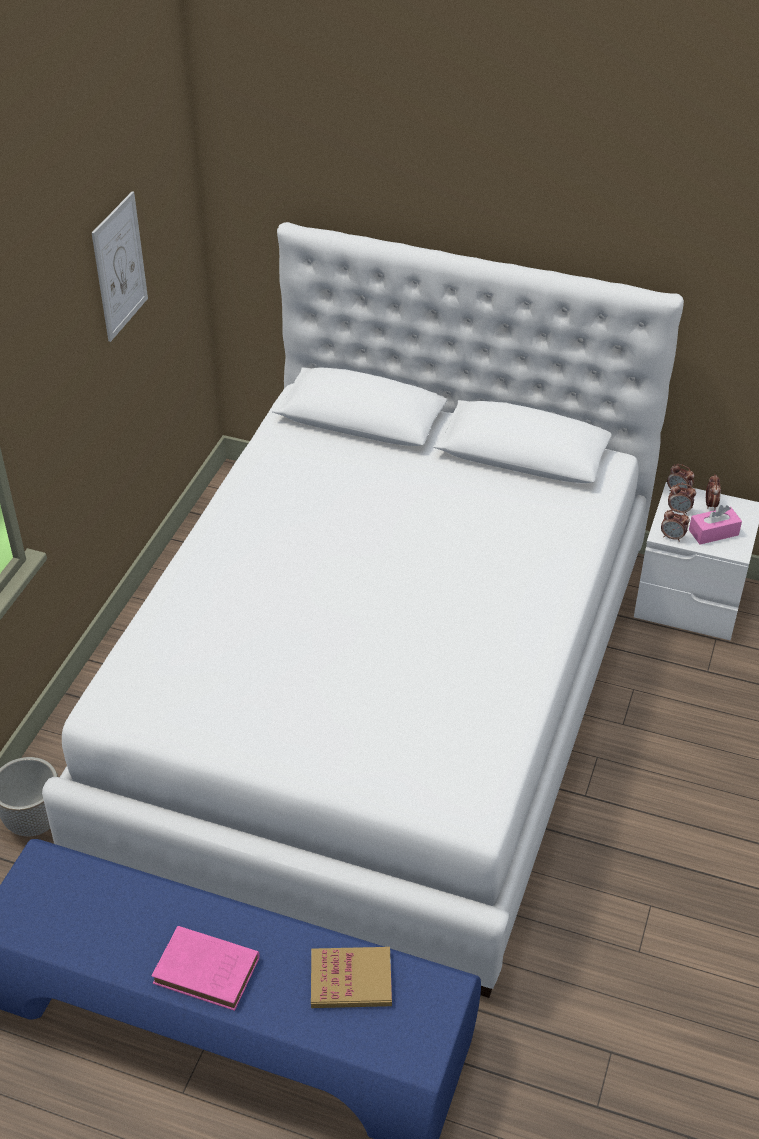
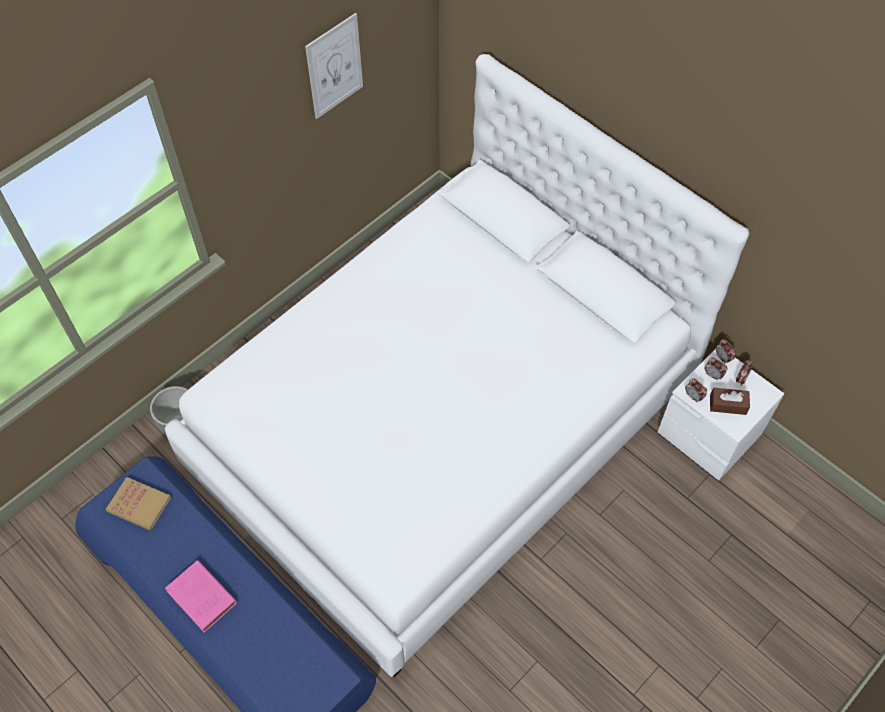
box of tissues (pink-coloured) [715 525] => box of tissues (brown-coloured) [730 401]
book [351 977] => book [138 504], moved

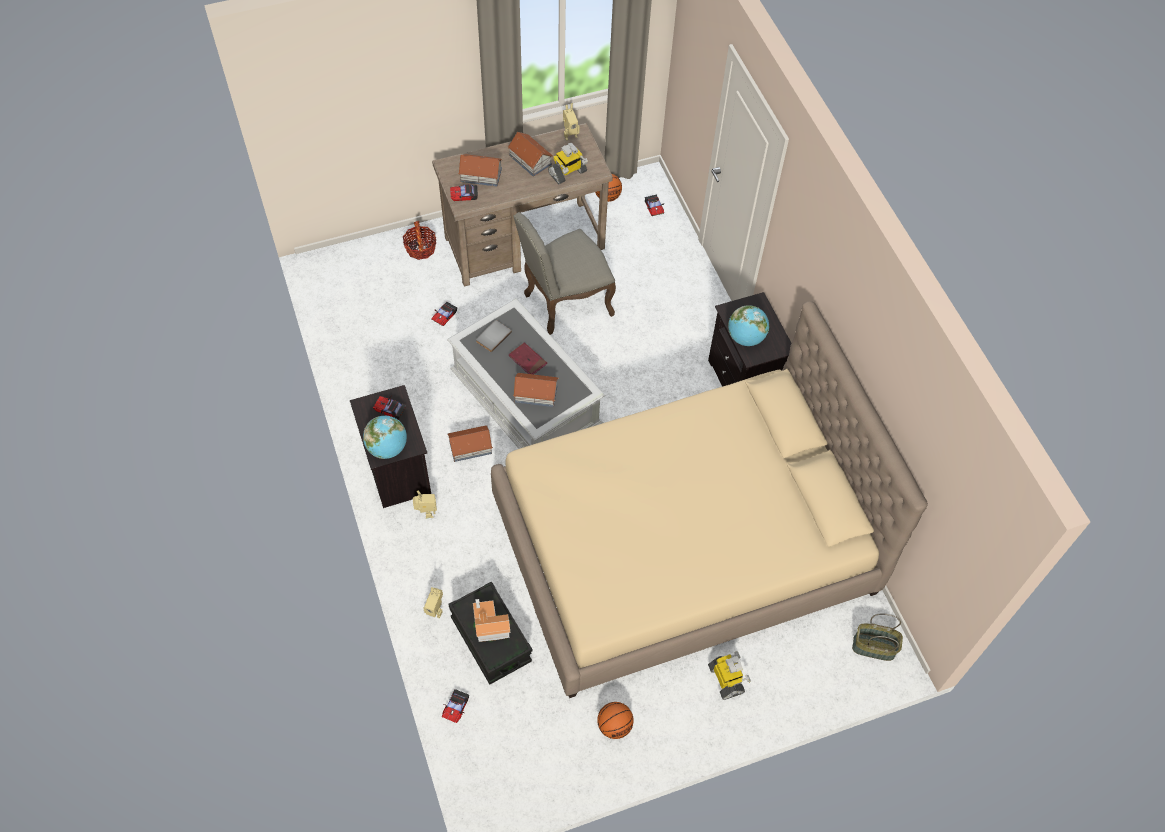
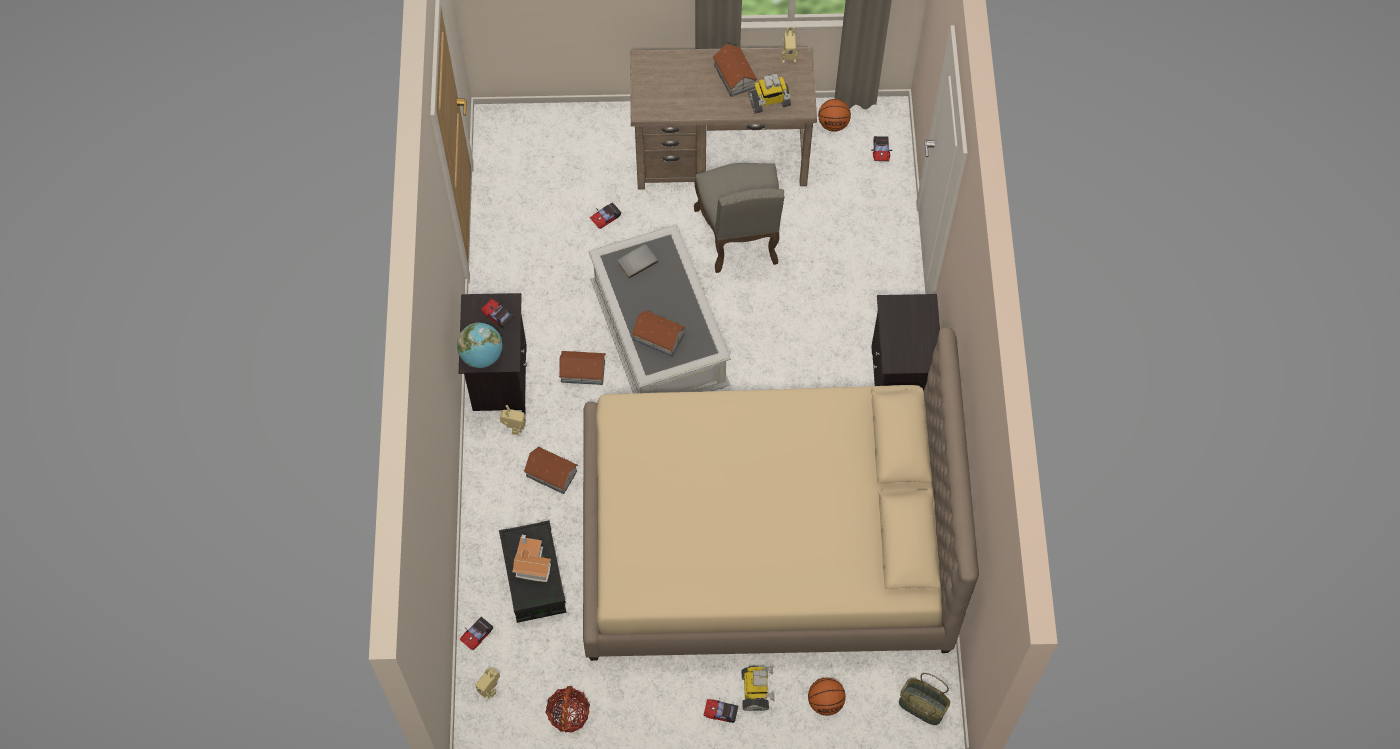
model house [480 170] => model house [550 470], moved
miniature car [464 192] => miniature car [721 711], moved
upright chair (greyish) [565 273] => upright chair (greyish) [739 218], 90 degrees counterclockwise
household basket [419 240] => household basket [567 709], moved
globe [748 325] => nothing
book (red-coloured) [528 358] => nothing
robot figure [433 602] => robot figure [487 683], moved
ball for basketball [615 720] => ball for basketball [827 697], moved

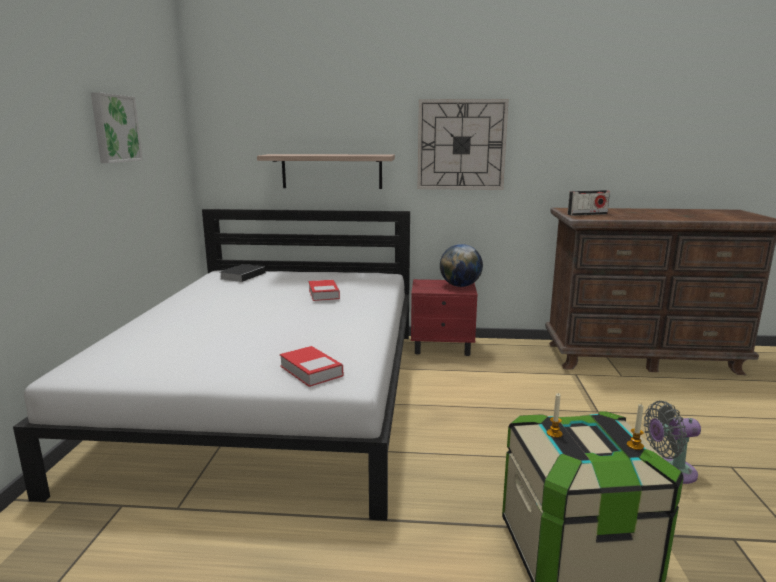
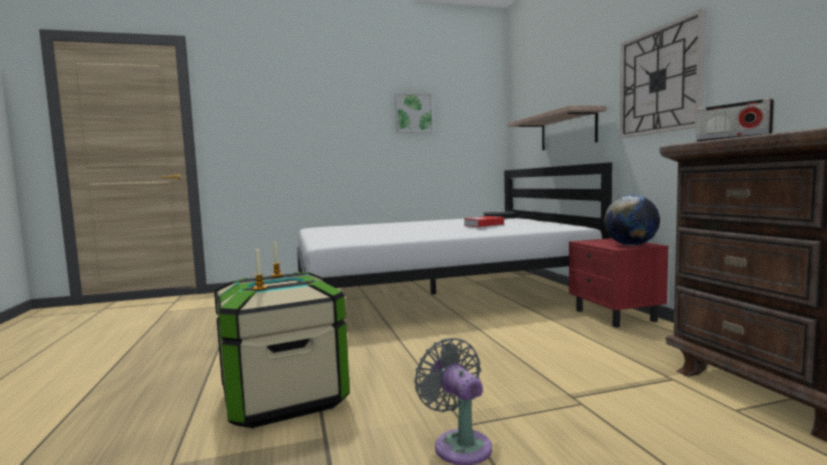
book [311 366] => nothing

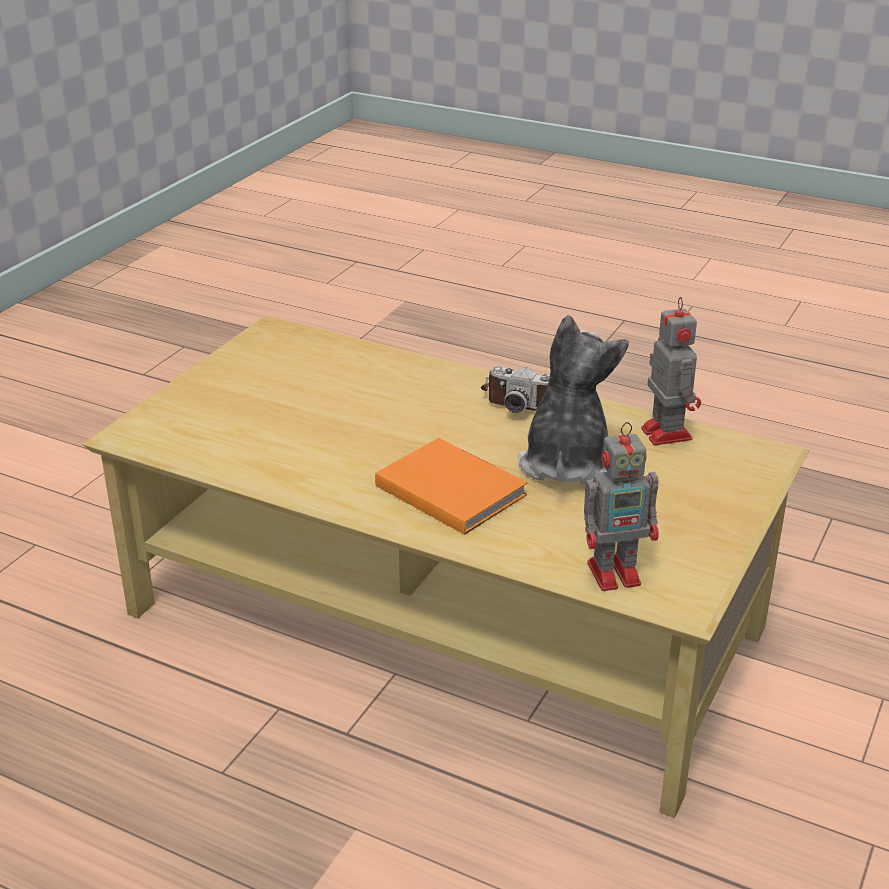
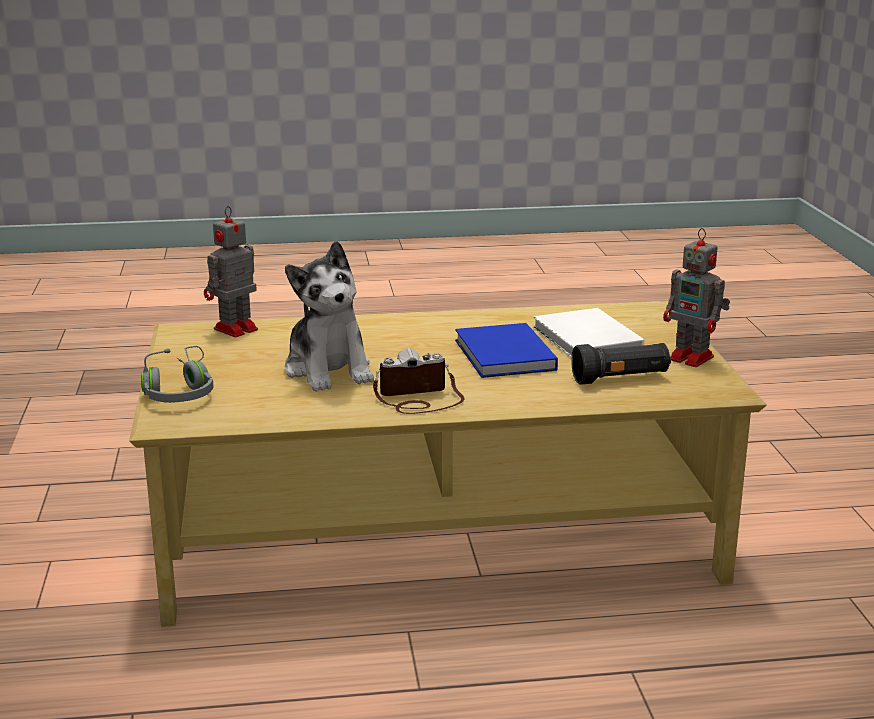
robot figure [671 371] => robot figure [696 297], moved
book (orange) [451 486] => nothing
nothing => book (white) [588 333]
nothing => book (bluish) [506 350]
nothing => hand torch (black) [621 364]
nothing => pair of headphones (greyish) [177 374]

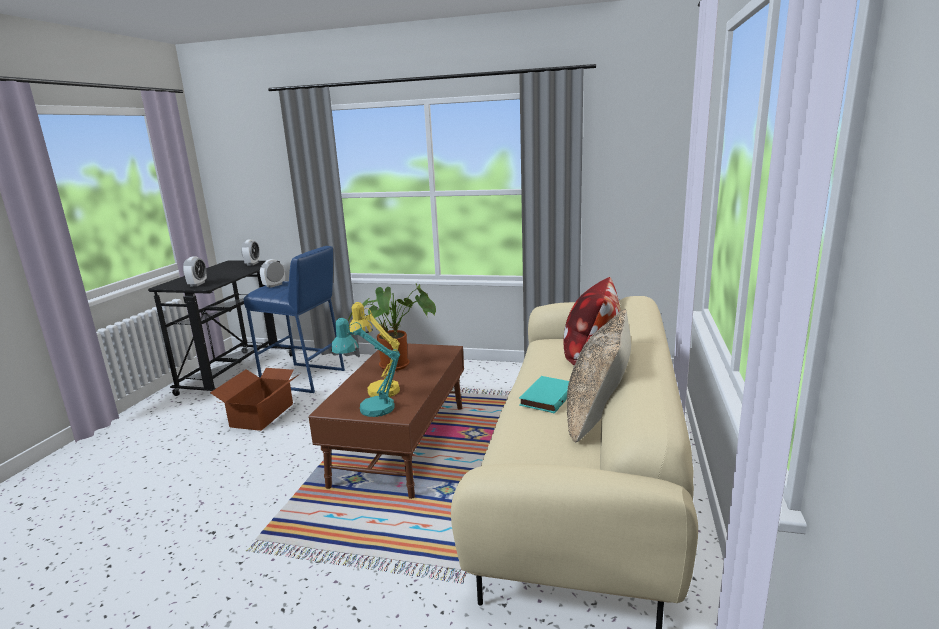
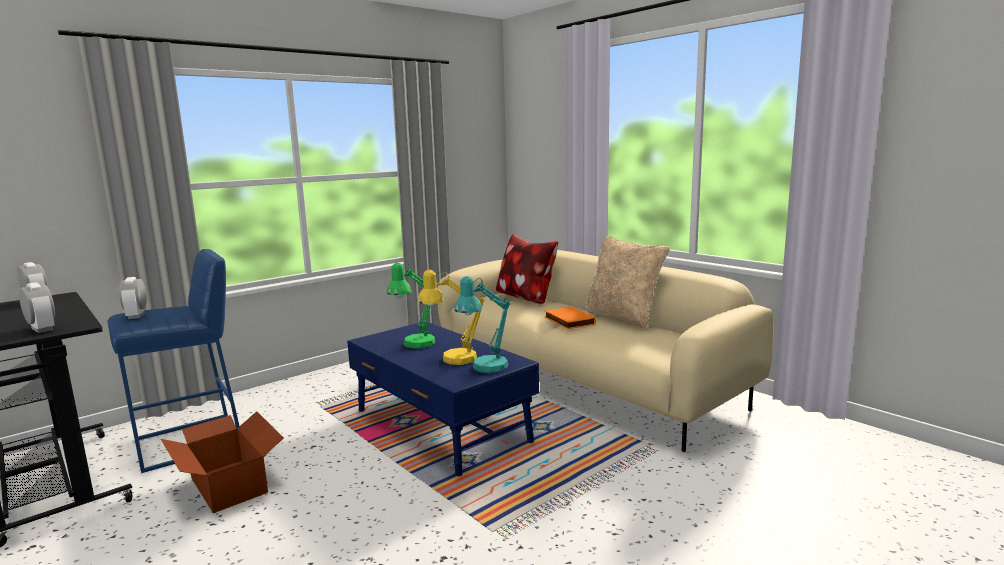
houseplant [392 327] => table lamp (greenish) [411 306]
lounge table (brown-coloured) [386 421] => lounge table (bluish) [443 399]
book (turquoise-coloured) [544 394] => book (orange) [570 317]

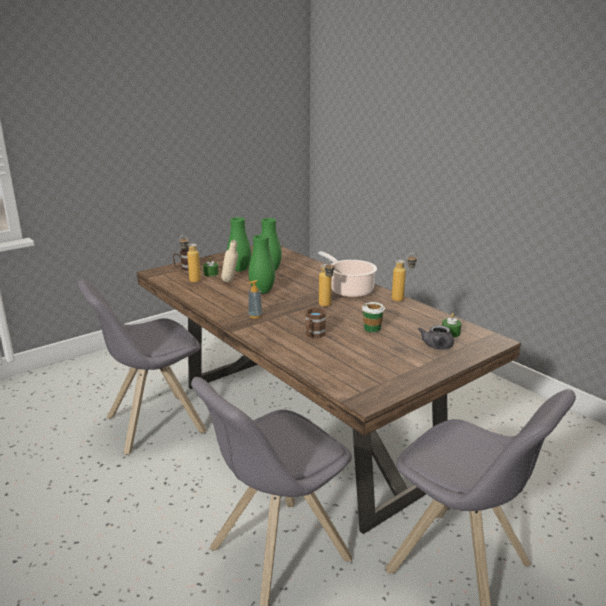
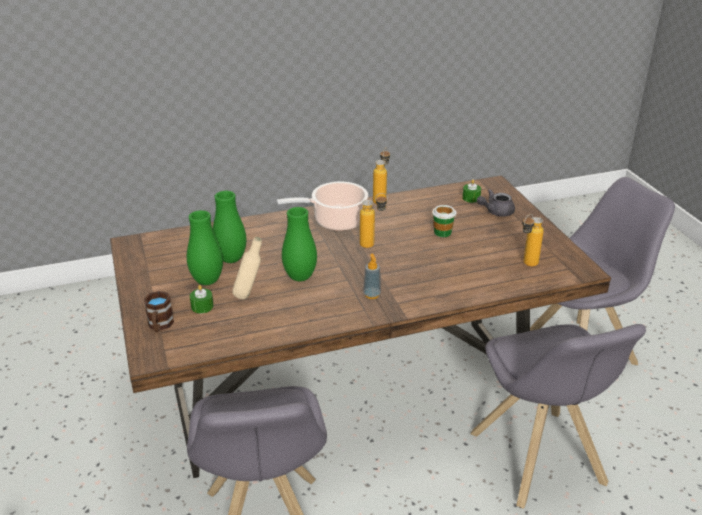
beverage bottle [190 259] => beverage bottle [533 240], moved
tea mug (brown-coloured) [315 323] => nothing
pot for tea (greyish) [436 337] => pot for tea (greyish) [496 203], 120 degrees clockwise

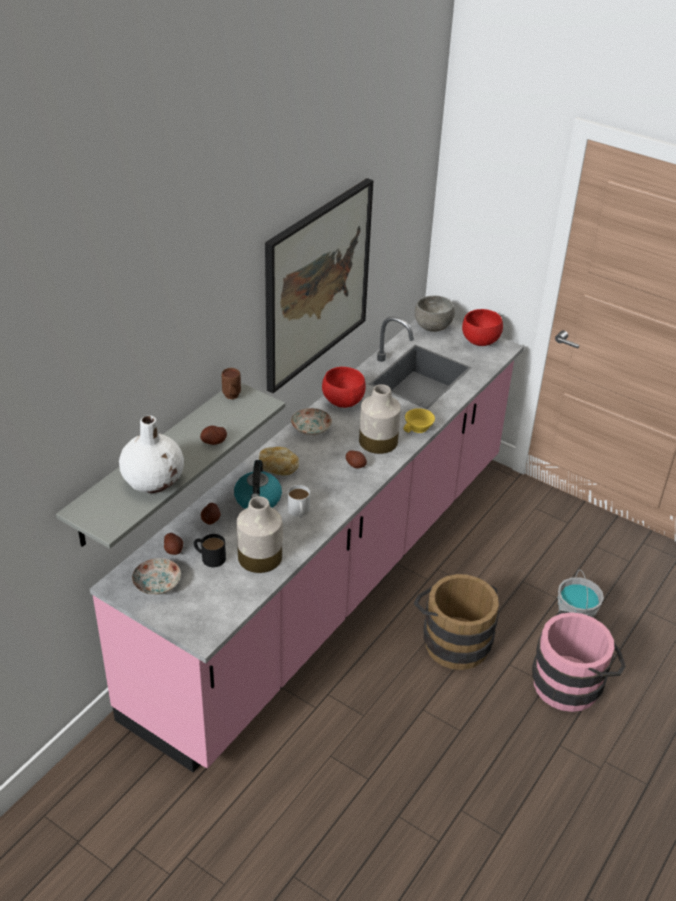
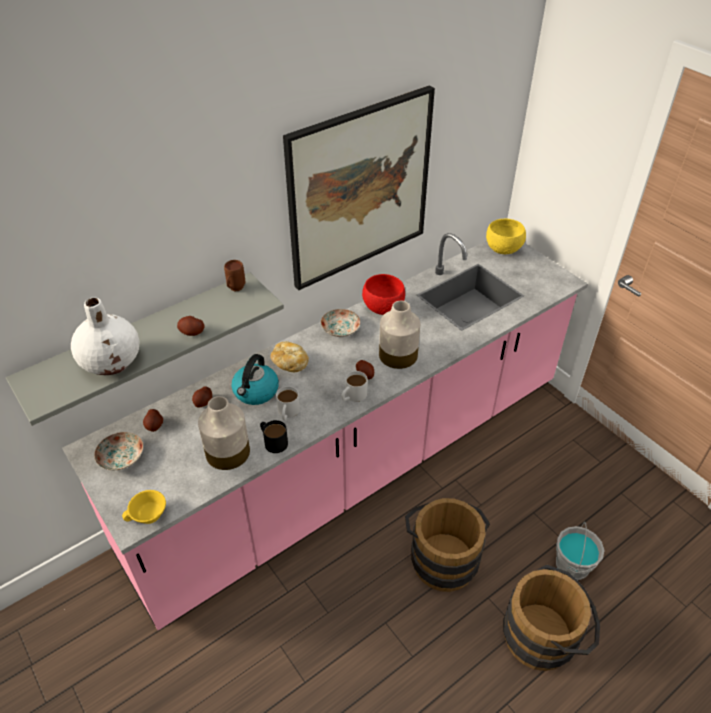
deep dish (greyish) [435 313] => deep dish (yellow-coloured) [506 236]
deep dish (red-coloured) [482 327] => nothing
cup (yellow-coloured) [419 420] => cup (yellow-coloured) [144 507], moved
tea mug (black) [210 550] => tea mug (black) [274 436], moved
bucket (pink-coloured) [579 661] => bucket (brown-coloured) [551 617]
nothing => tea mug (white) [354 386]

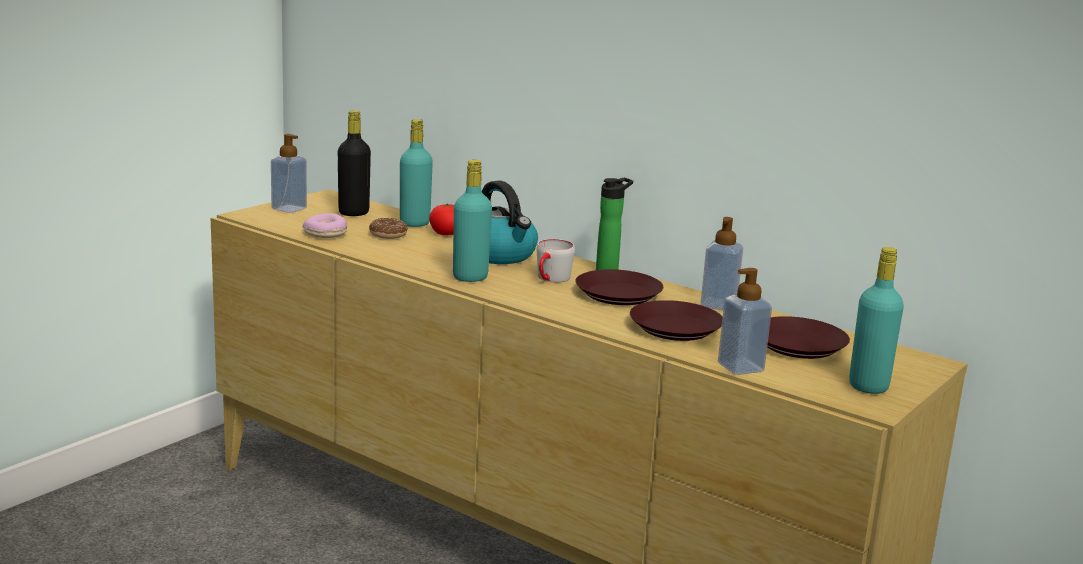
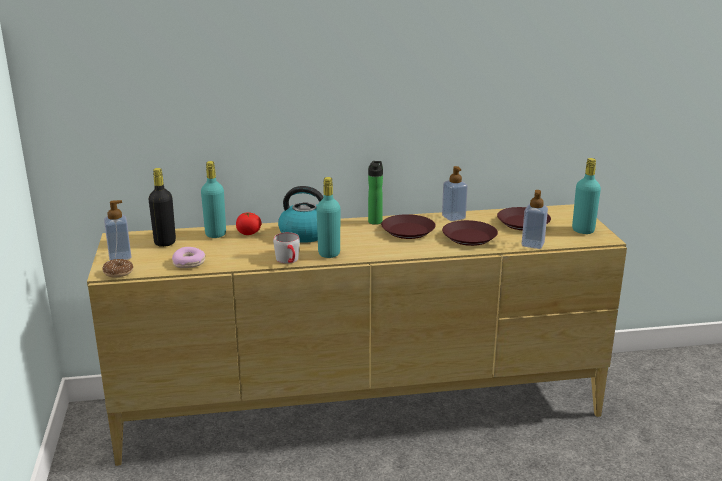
donut [388 228] => donut [117 268], moved
tea mug (greyish) [556 260] => tea mug (greyish) [286 248], moved

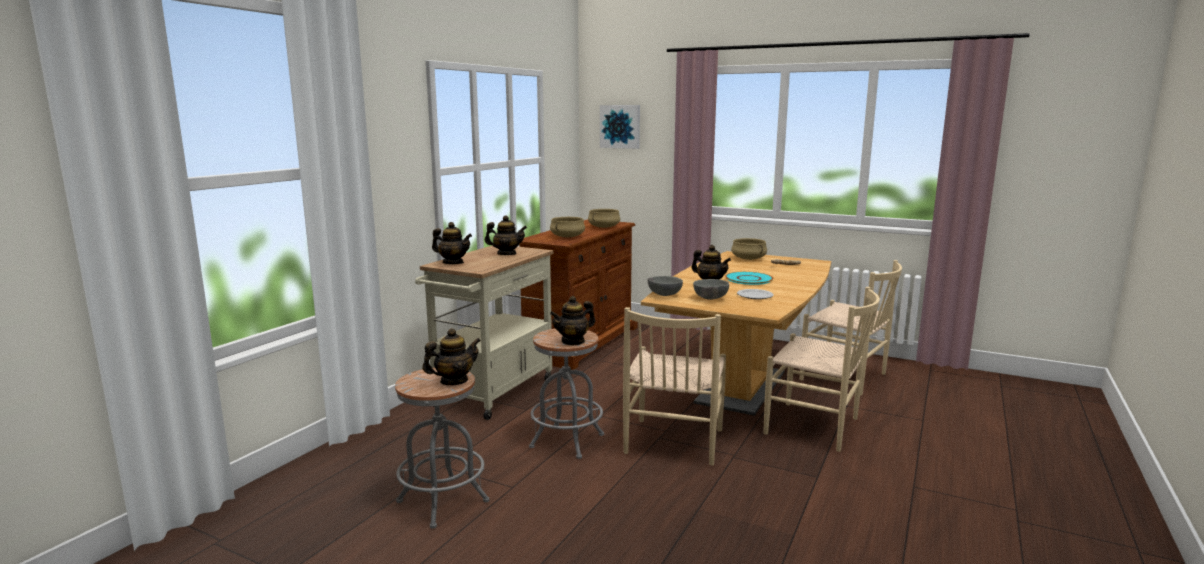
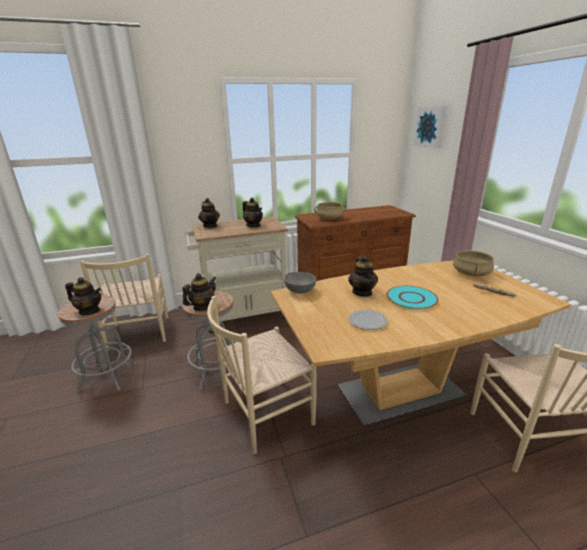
saucepot (beige) [604 218] => nothing
deep dish (greyish) [711 289] => nothing
upright chair (beige) [821 369] => upright chair (beige) [124 302], moved
pot for tea [572 321] => pot for tea [199 292], 120 degrees clockwise

